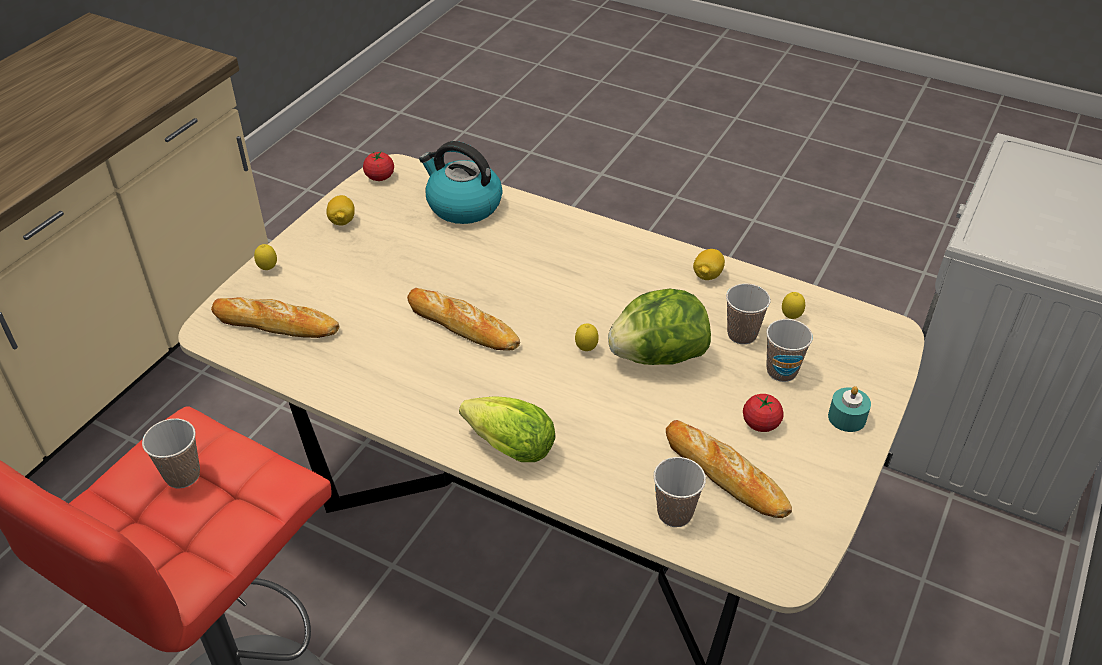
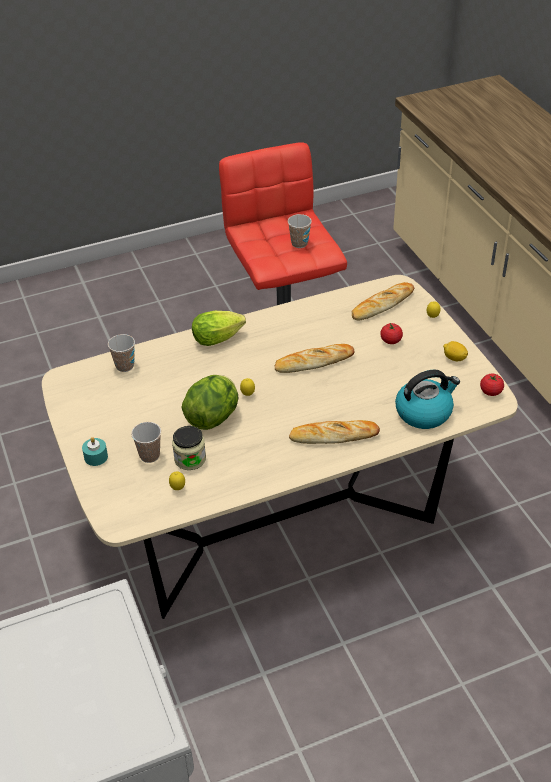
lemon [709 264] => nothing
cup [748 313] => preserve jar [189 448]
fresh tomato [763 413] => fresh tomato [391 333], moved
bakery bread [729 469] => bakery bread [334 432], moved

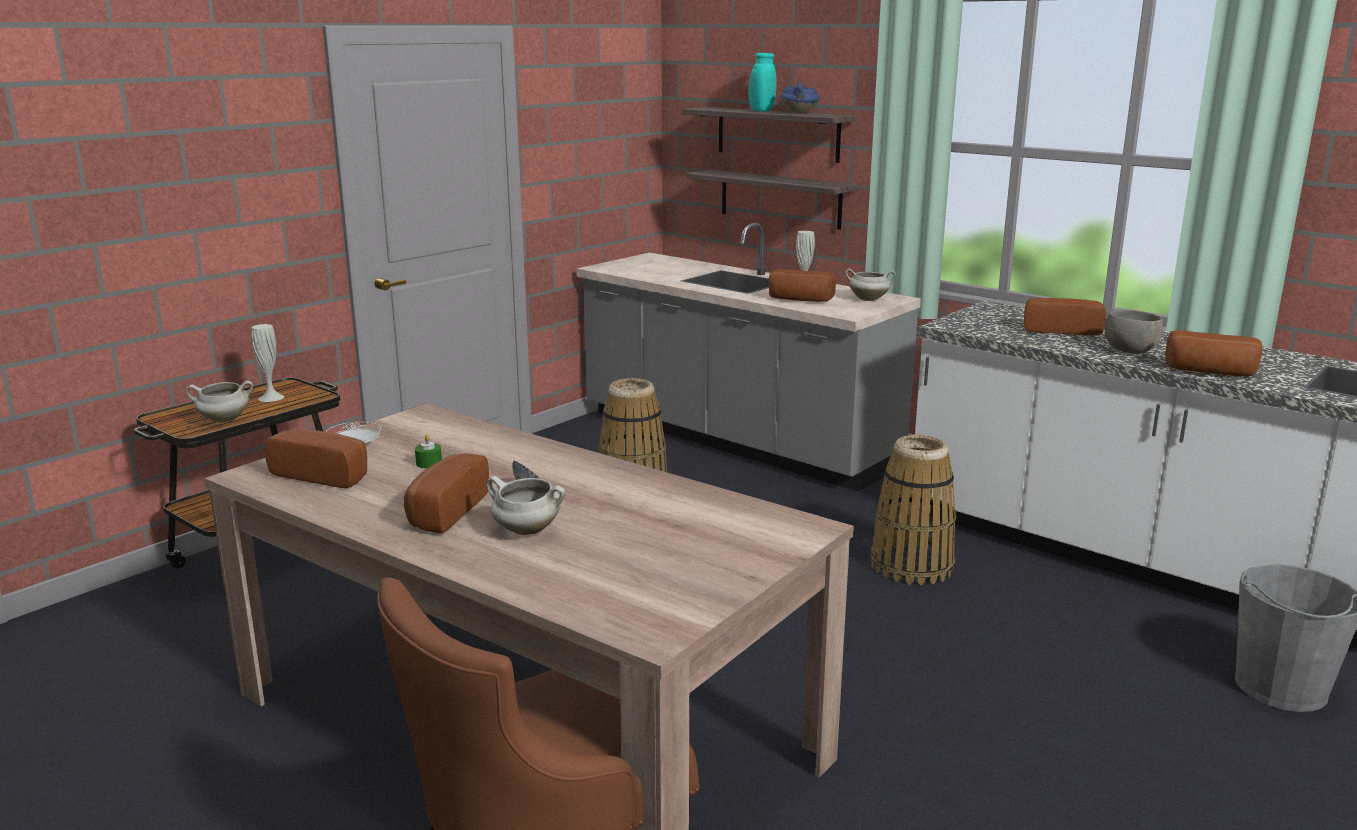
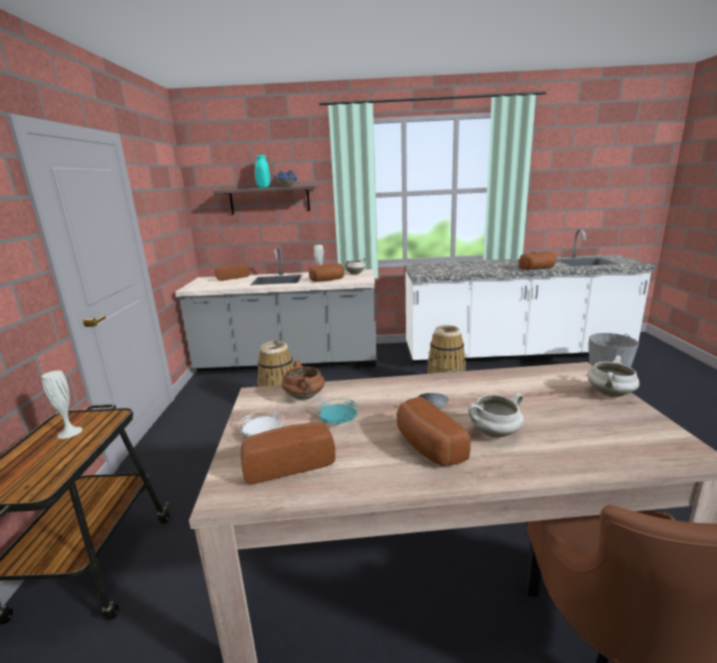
shelf [772 200] => nothing
bakery bread [1065 317] => bakery bread [232 272], moved
deep dish (greyish) [1133 331] => nothing
saucepot (white) [219 401] => saucepot (white) [613 376], moved
wax light (greenish) [428 451] => flat dish (turquoise-coloured) [338 411]
nothing => saucepot (brown-coloured) [303 380]

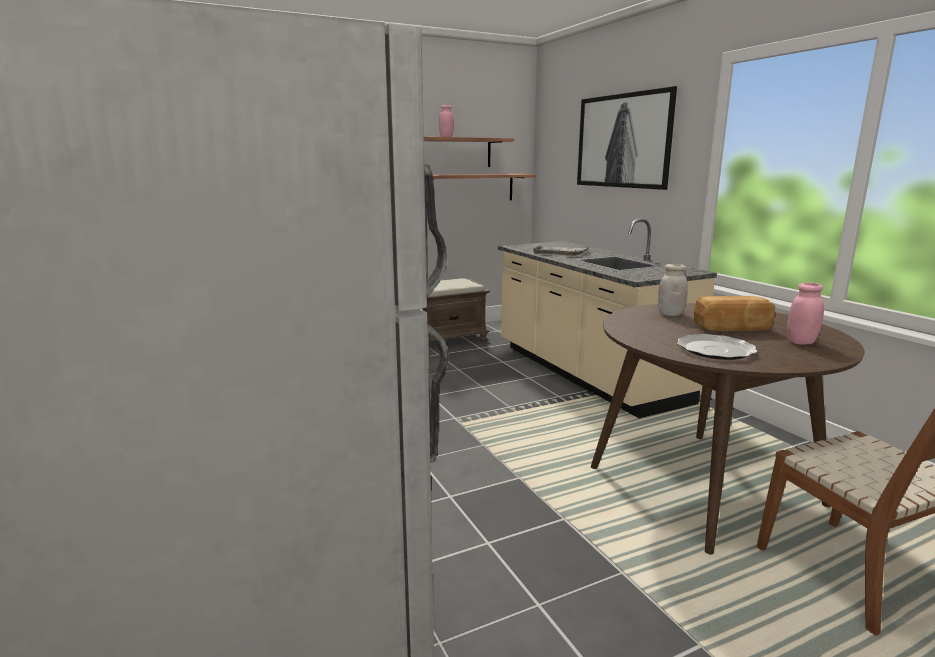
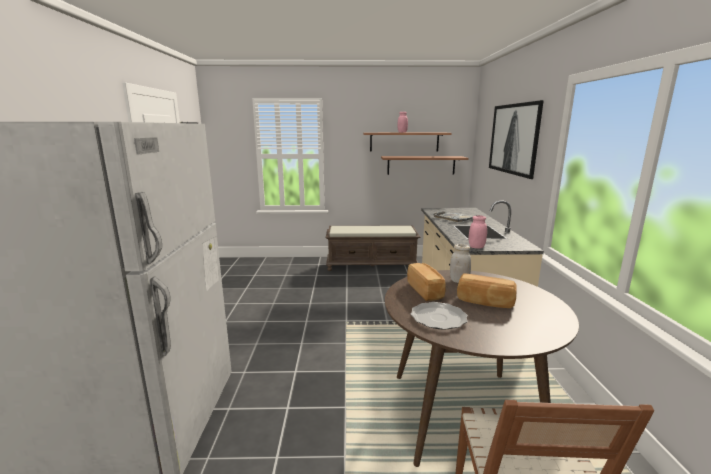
preserve jar (pink-coloured) [805 313] => preserve jar (pink-coloured) [478 232], moved
nothing => bakery bread [426 282]

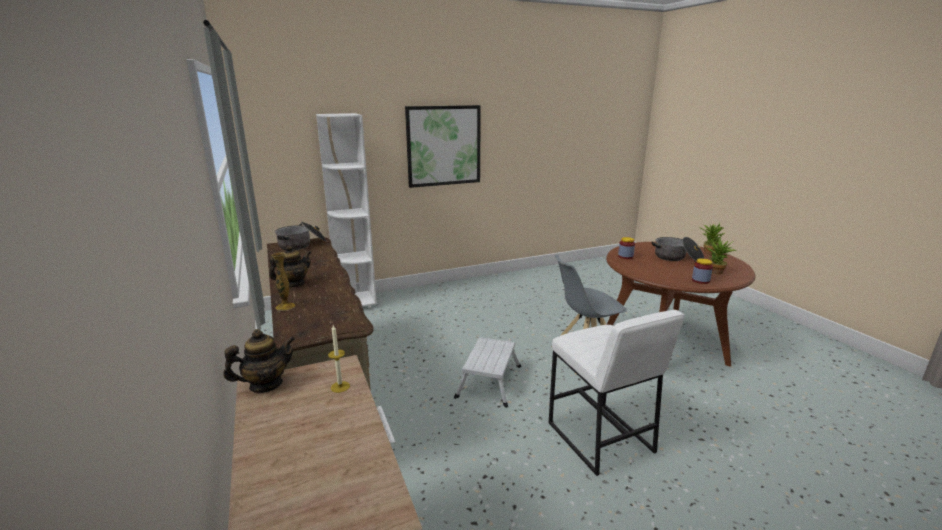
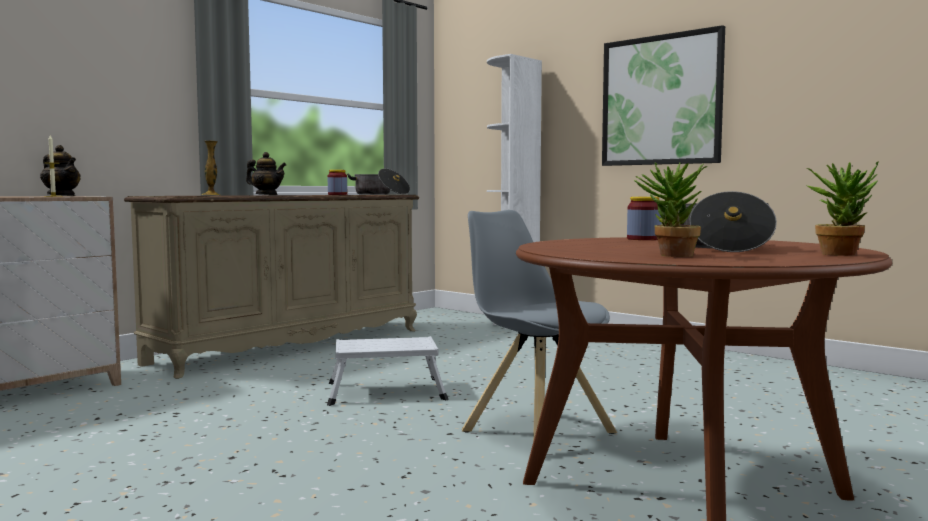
preserve jar [702 271] => preserve jar [337 182], moved
upright chair (white) [617 393] => nothing

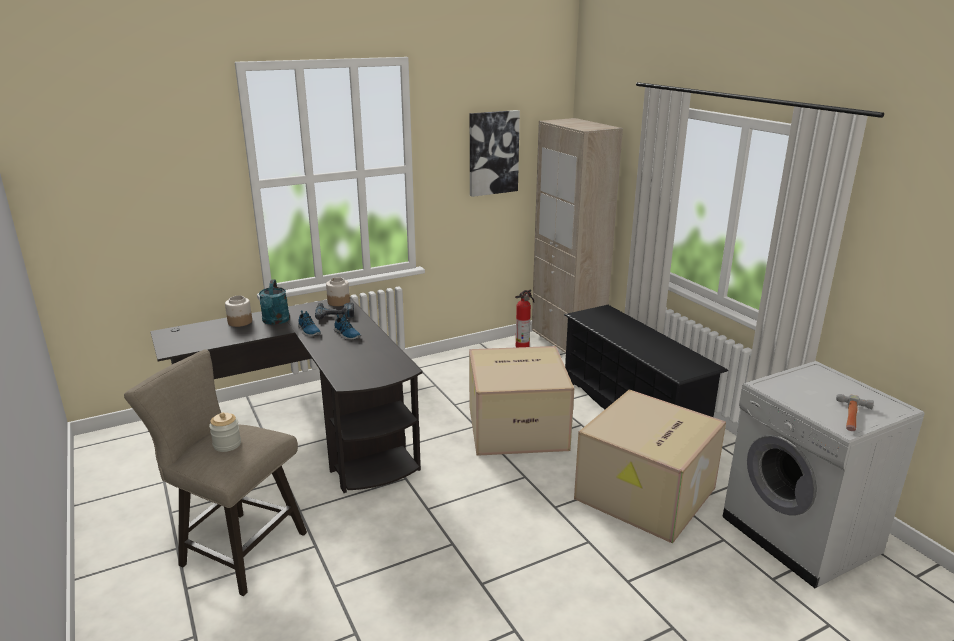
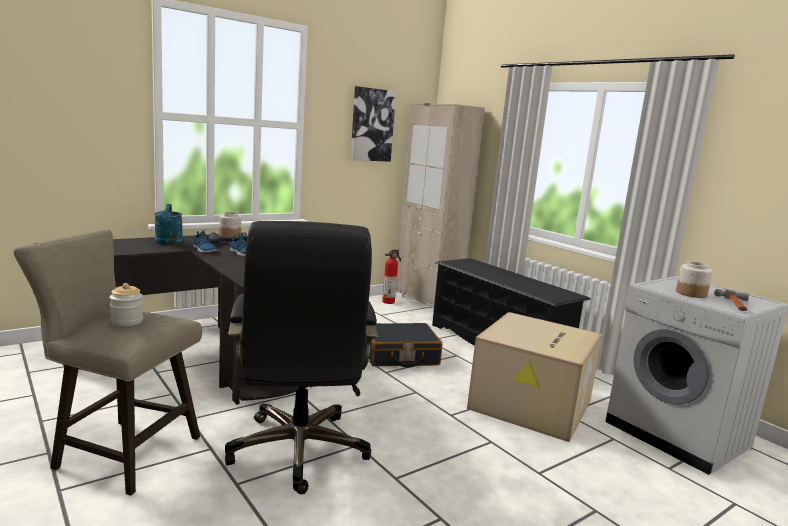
preserve jar [238 311] => preserve jar [694 280], moved
packing box [521 401] => suitcase (black) [405 345]
nothing => desk chair (black) [301 357]

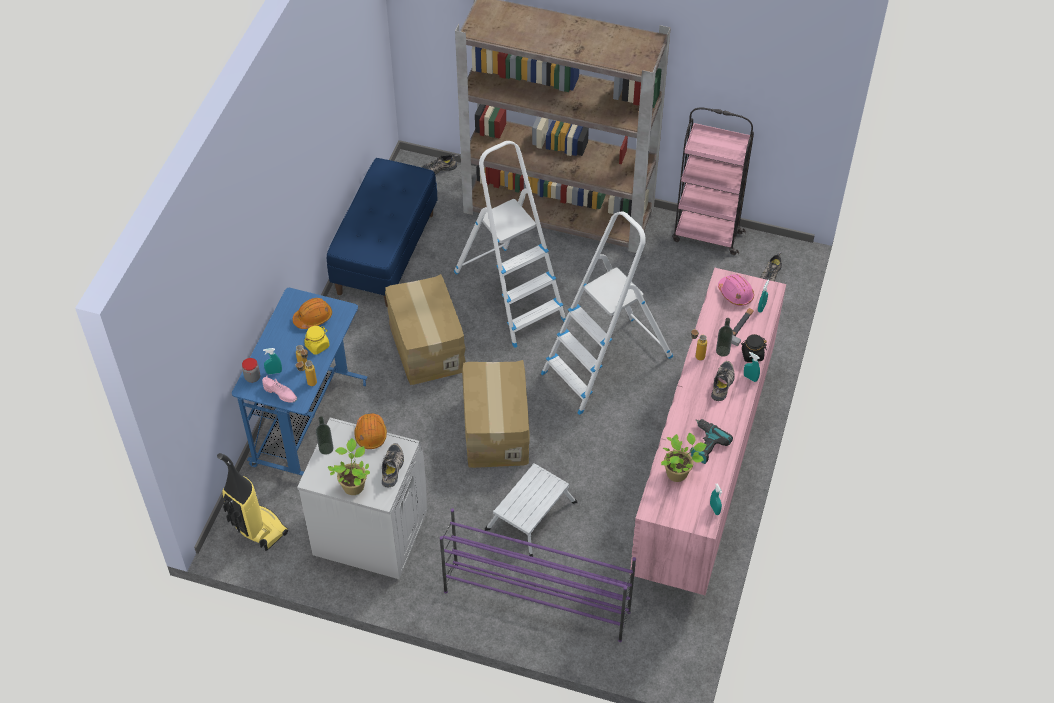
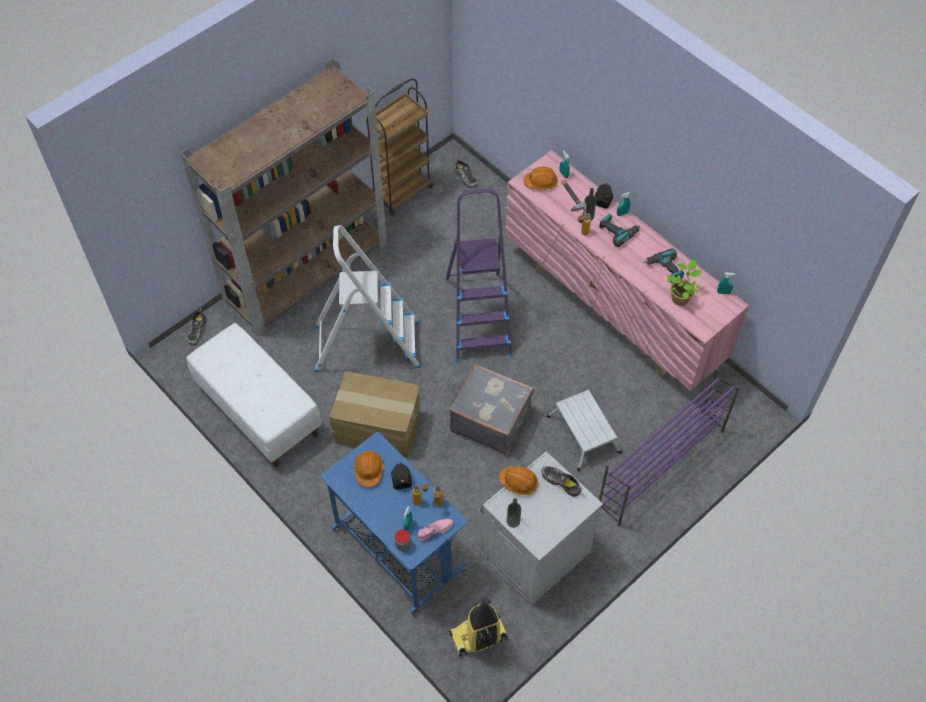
cart (pink-coloured) [713 181] => cart (brown-coloured) [400 147]
indoor bench (bluish) [382 232] => indoor bench (white) [253 395]
step stool (white) [607 313] => step stool (purple-coloured) [478 276]
work helmet (pink-coloured) [736 290] => work helmet (orange) [540 178]
preserve jar (yellow-coloured) [316 340] => preserve jar (black) [401 476]
packing box [496 414] => suitcase (greyish) [491 409]
shoe [723 381] => drill [619 230]
houseplant [349 466] => nothing

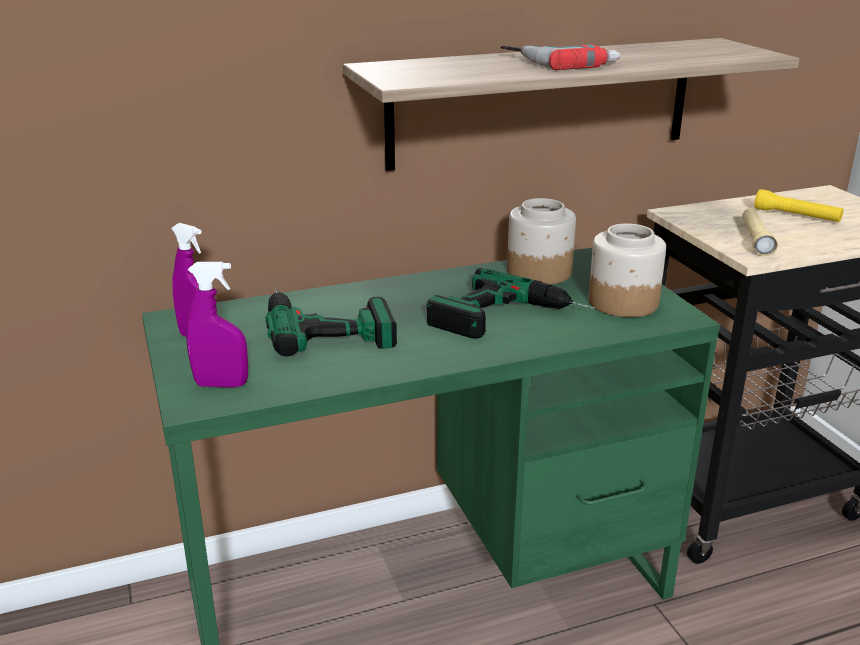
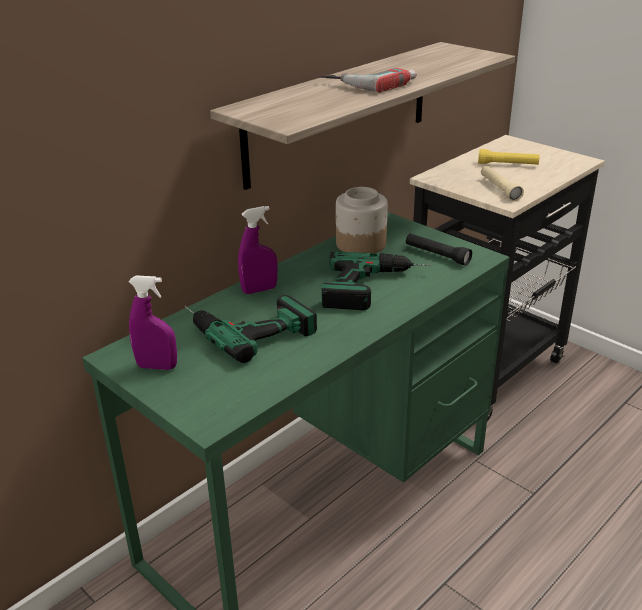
preserve jar [627 270] => hand torch (black) [439 249]
hand sprayer (purple-coloured) [217 325] => hand sprayer (purple-coloured) [257 250], moved

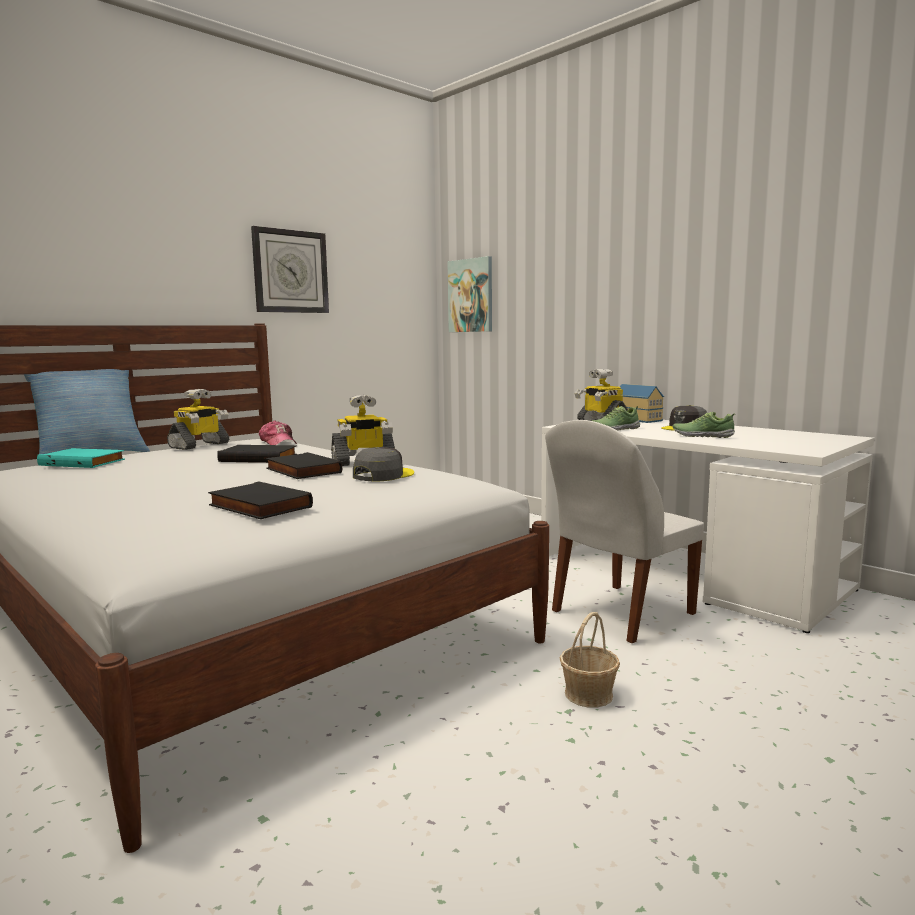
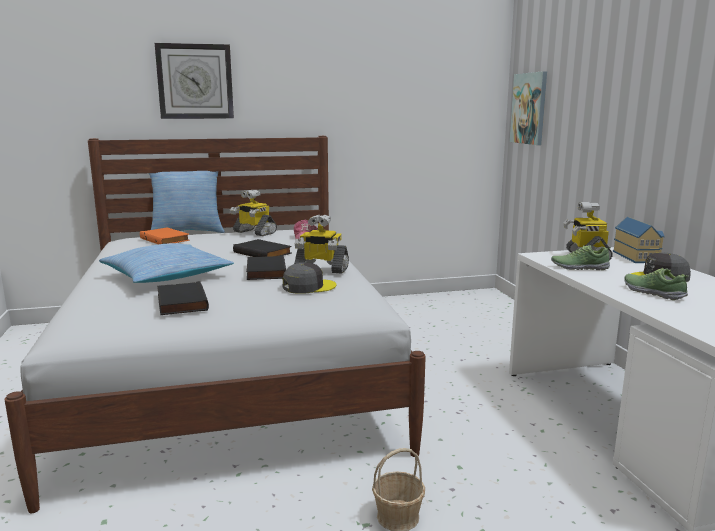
hanging clock [290 269] => hanging clock [194 81], moved
robot figure [198 419] => robot figure [253 213], 60 degrees clockwise
upright chair (white) [624 531] => nothing
book (turquoise-coloured) [81 458] => book (orange) [165 235]
nothing => cushion [166 263]

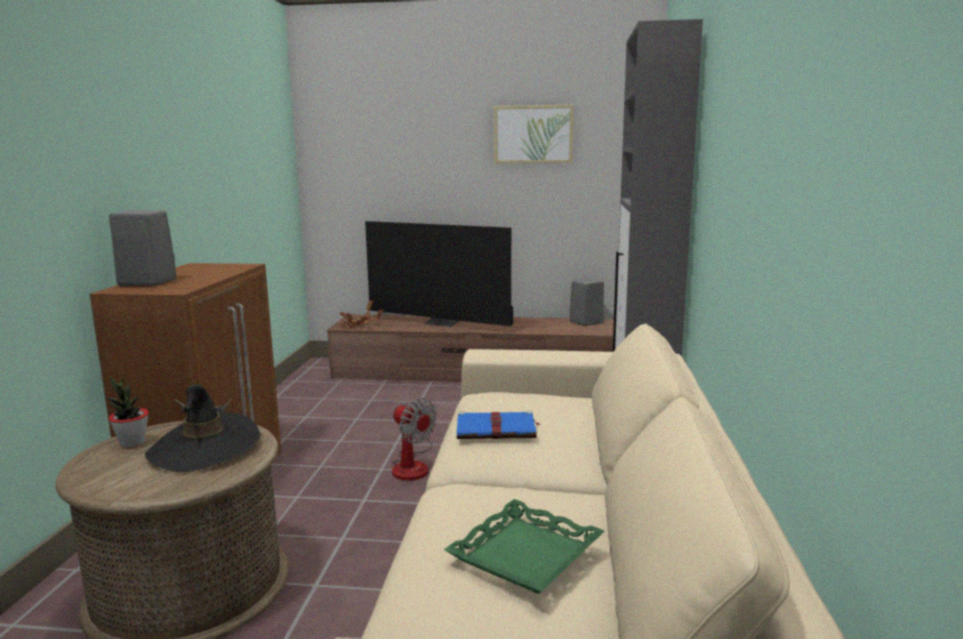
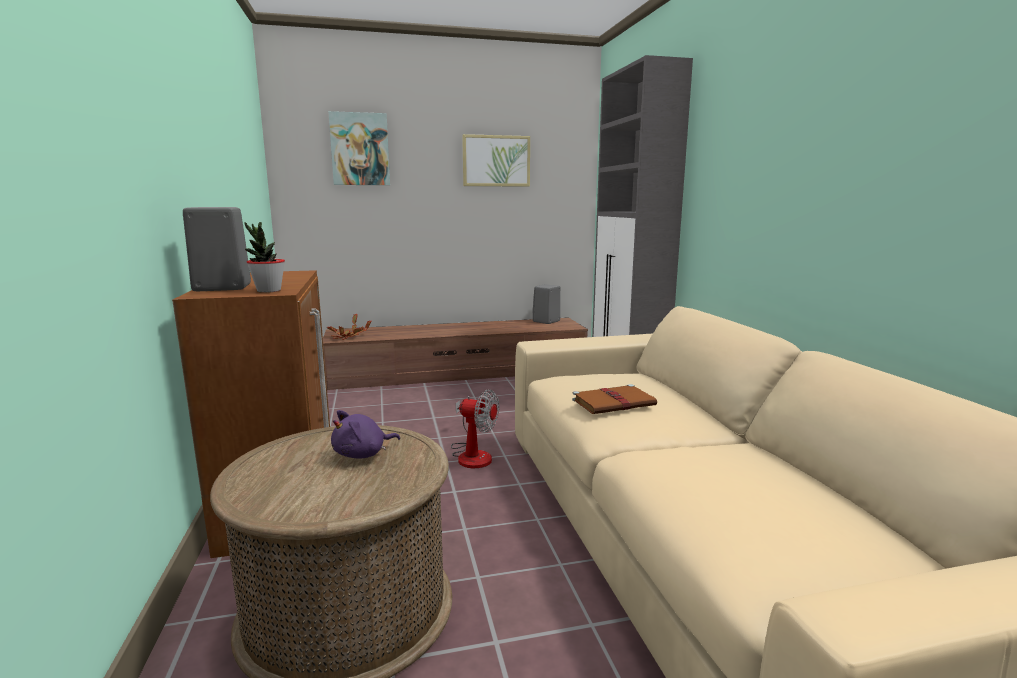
TV set [439 274] => nothing
houseplant [128 412] => houseplant [264 257], moved
wearable hat (black) [202 428] => soft toy (purple-coloured) [365 434]
book (bluish) [498 425] => book (brown-coloured) [614 399]
serving tray (greenish) [524 546] => nothing
nothing => wall picture [359 148]

